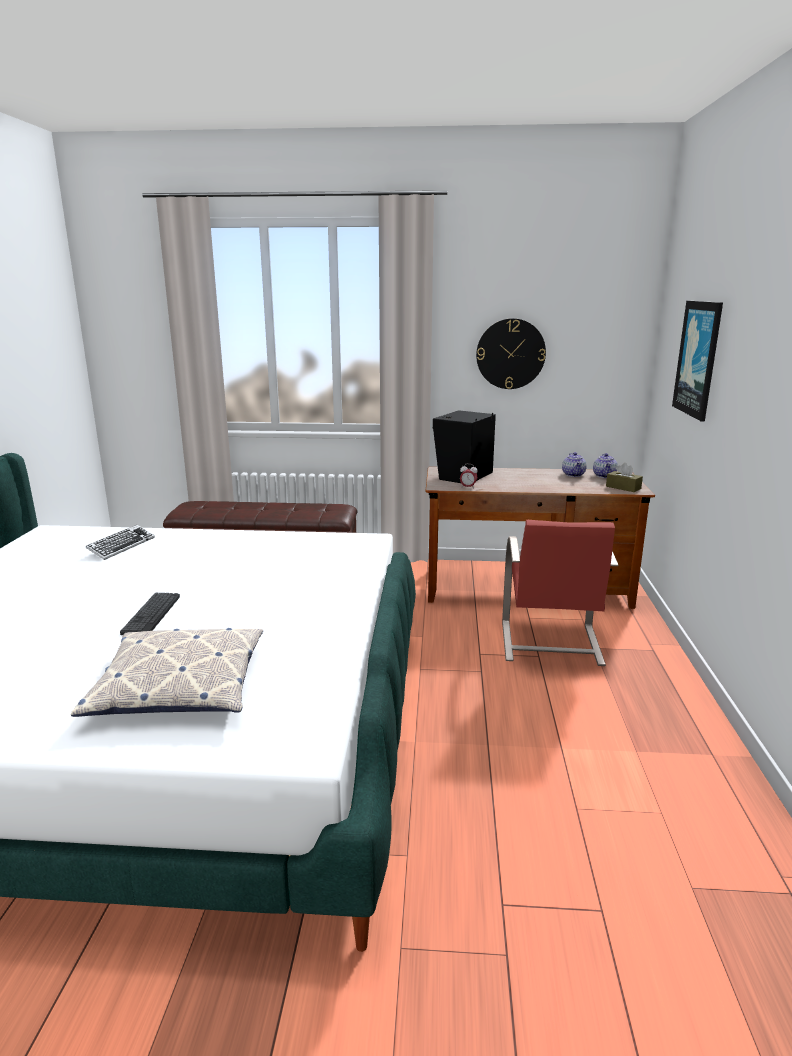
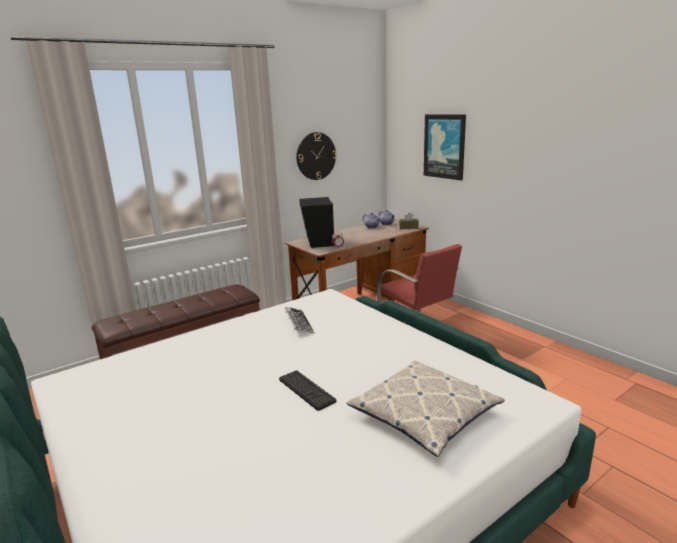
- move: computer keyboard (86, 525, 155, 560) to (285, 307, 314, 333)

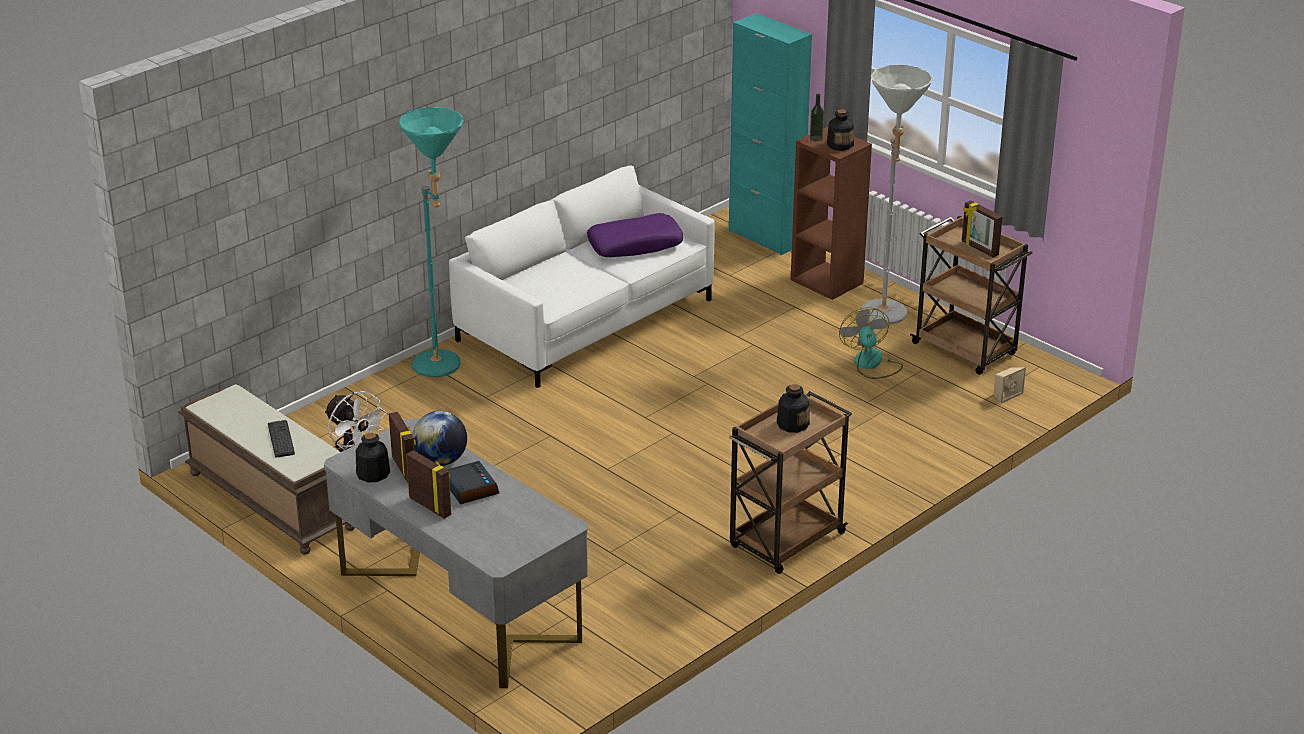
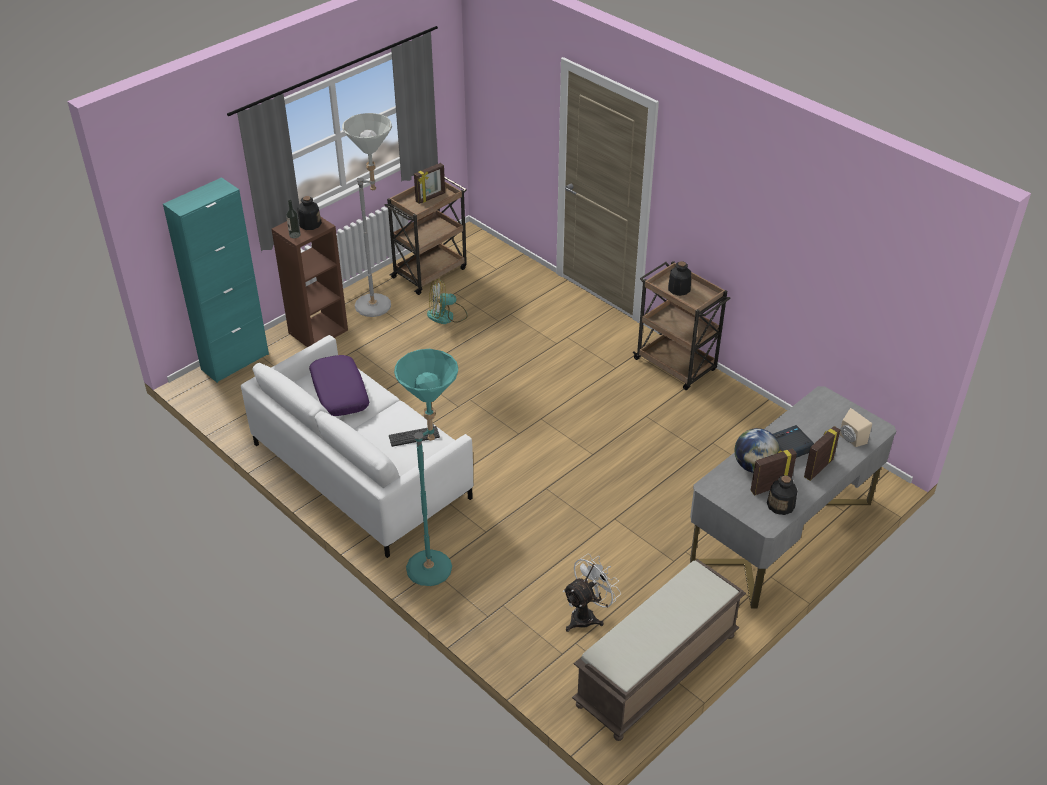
- move: computer keyboard (268, 420, 295, 458) to (389, 426, 440, 447)
- move: audio speaker (beige) (994, 368, 1026, 403) to (840, 408, 872, 447)

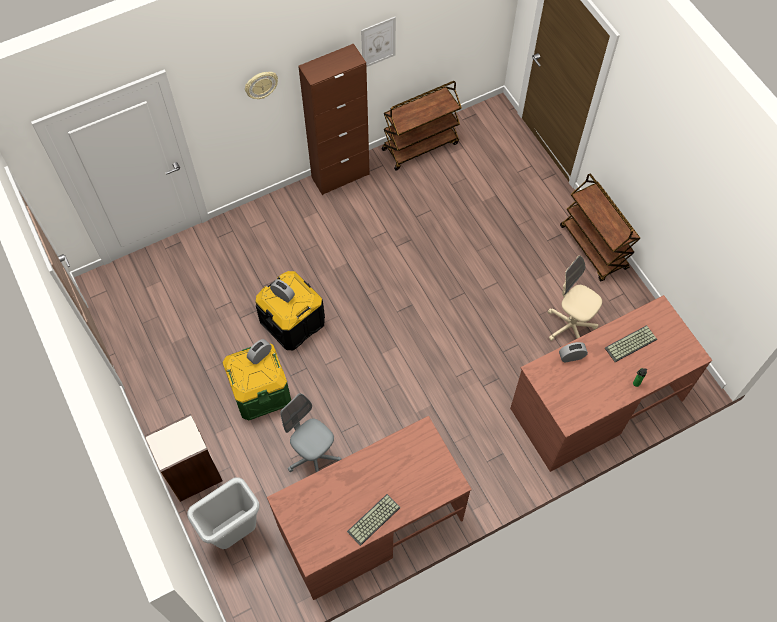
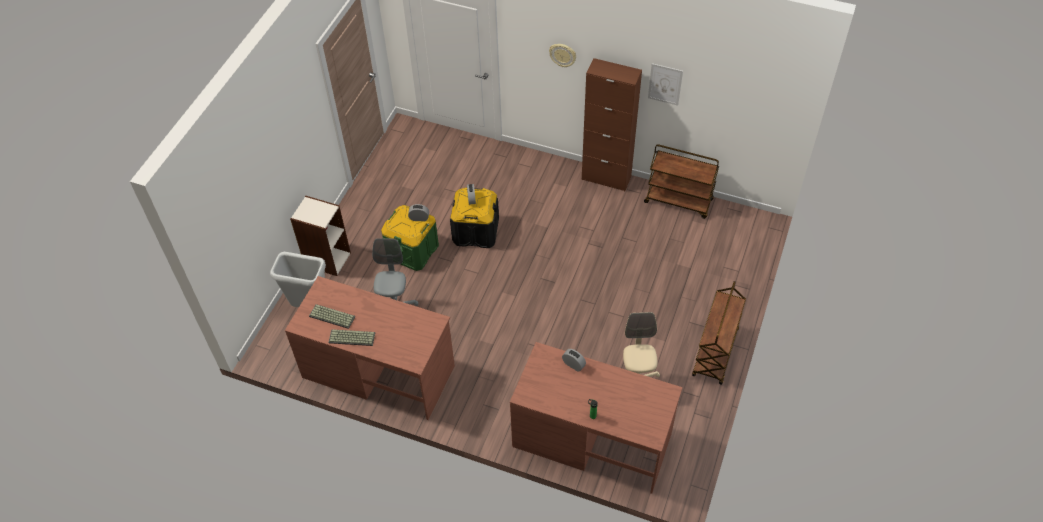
- move: computer keyboard (605, 325, 657, 362) to (309, 304, 355, 329)

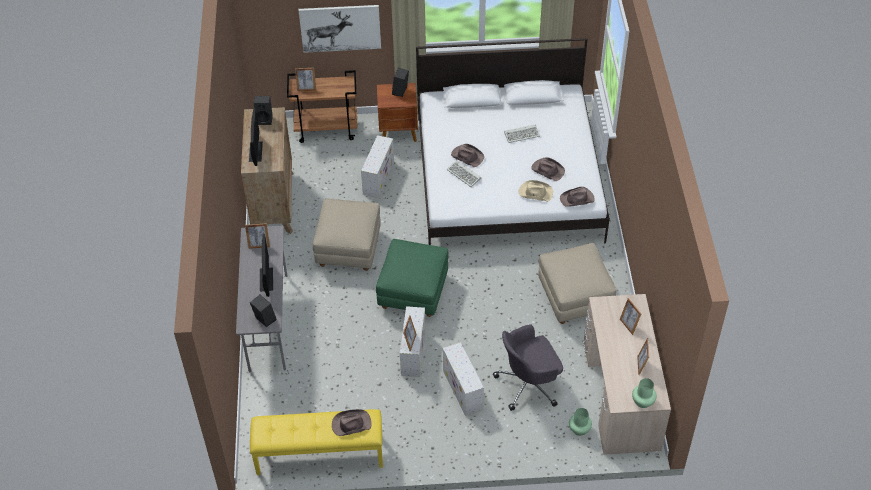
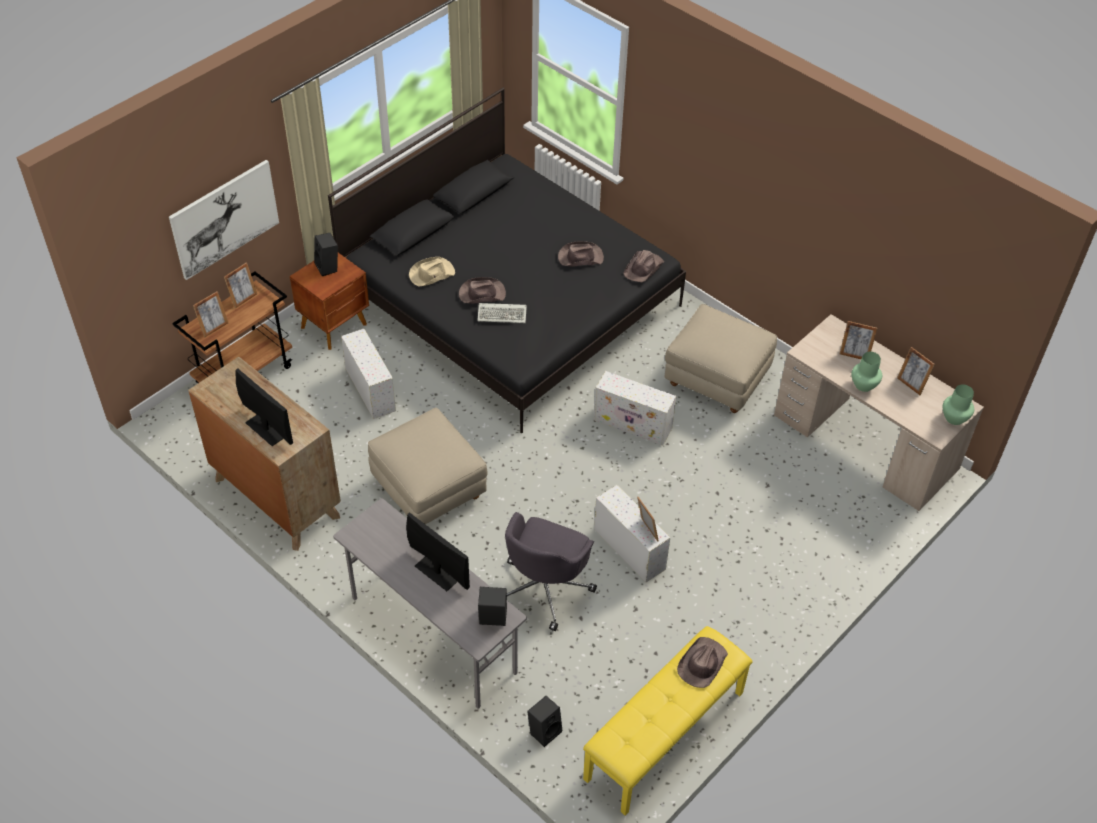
- move: photo frame (245, 223, 270, 249) to (224, 262, 257, 309)
- recolor: bed (white) (416, 38, 610, 245) to bed (black-coloured) (328, 87, 686, 433)
- move: hat (beige) (518, 180, 553, 202) to (409, 257, 455, 287)
- move: computer chair (grey) (493, 324, 563, 411) to (505, 512, 597, 631)
- move: audio speaker (black-coloured) (254, 96, 273, 125) to (527, 696, 563, 747)
- move: storage bin (white) (443, 342, 484, 416) to (593, 371, 676, 445)
- move: flower vase (green-coloured) (569, 408, 592, 436) to (852, 352, 882, 392)
- delete: ottoman (green-coloured) (376, 239, 449, 317)
- delete: computer keyboard (504, 124, 540, 143)

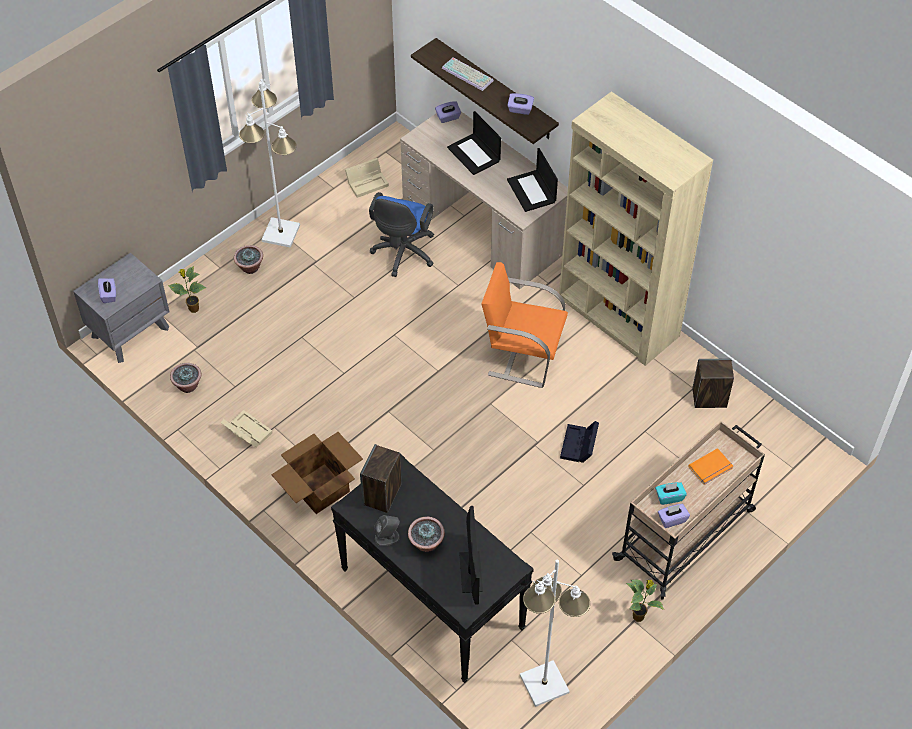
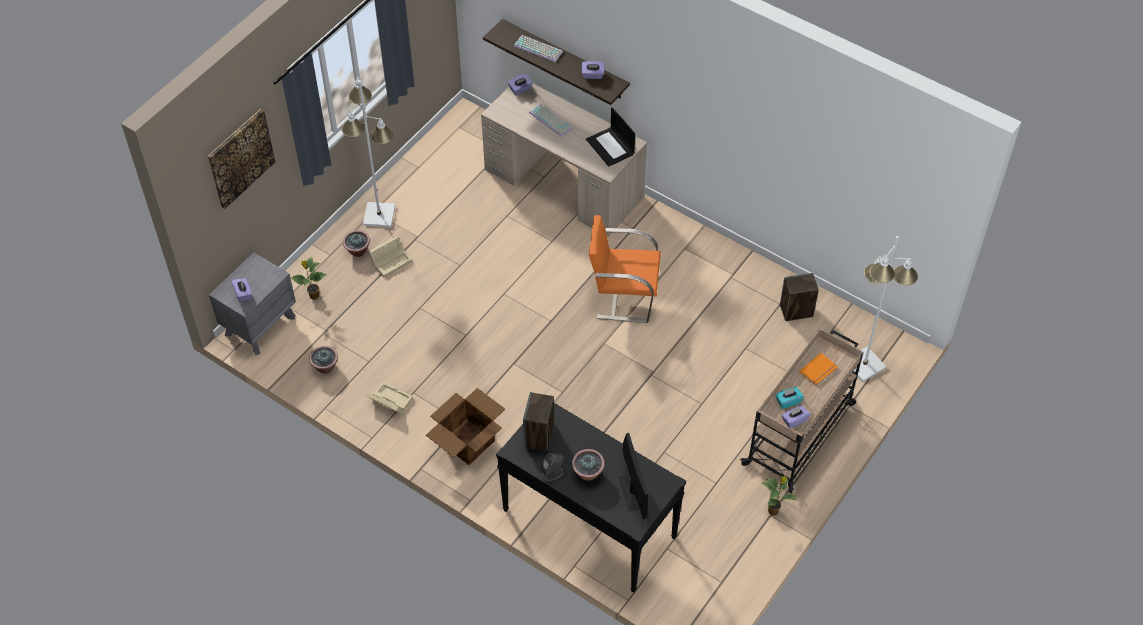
- insert: wall art (208, 109, 275, 209)
- move: storage bin (beige) (345, 158, 389, 198) to (368, 236, 413, 278)
- replace: portable computer (447, 111, 501, 175) to computer keyboard (529, 103, 573, 137)
- move: standard lamp (white) (520, 560, 590, 707) to (853, 236, 918, 382)
- delete: computer chair (blue) (369, 192, 434, 277)
- delete: bookcase (beige) (559, 91, 713, 366)
- delete: storage bin (black-coloured) (560, 421, 599, 463)

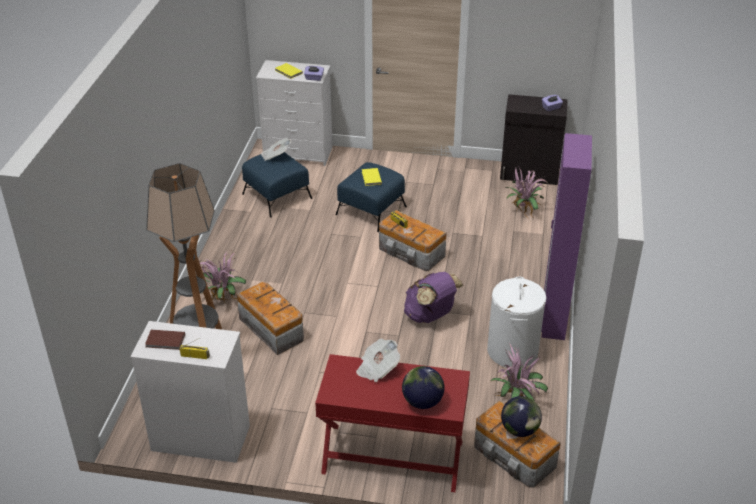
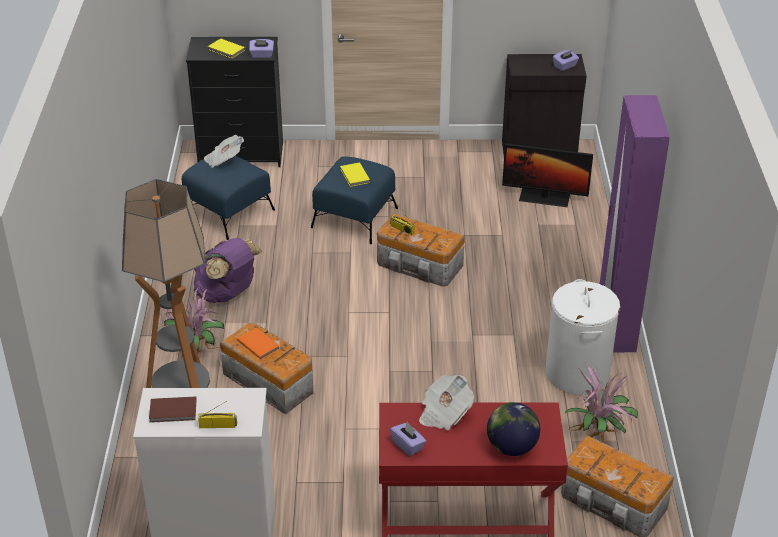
- recolor: chest of drawers (white) (256, 60, 332, 166) to chest of drawers (black-coloured) (186, 37, 283, 167)
- move: knapsack (purple) (404, 272, 464, 323) to (194, 238, 262, 303)
- insert: bound book (orange-coloured) (237, 327, 279, 359)
- insert: tissue box (purple) (390, 422, 426, 456)
- replace: potted plant (506, 168, 548, 220) to computer display (502, 143, 593, 207)
- delete: world globe (501, 396, 542, 437)

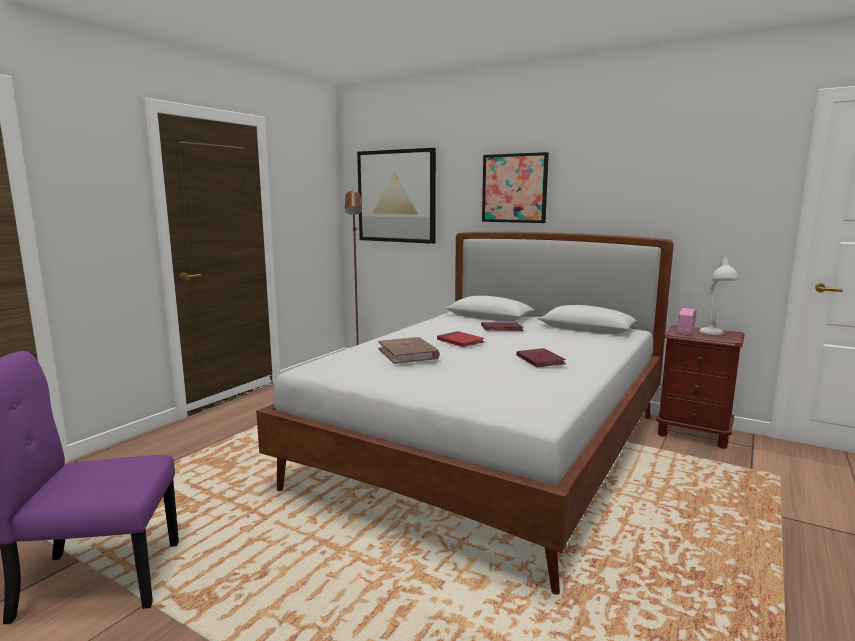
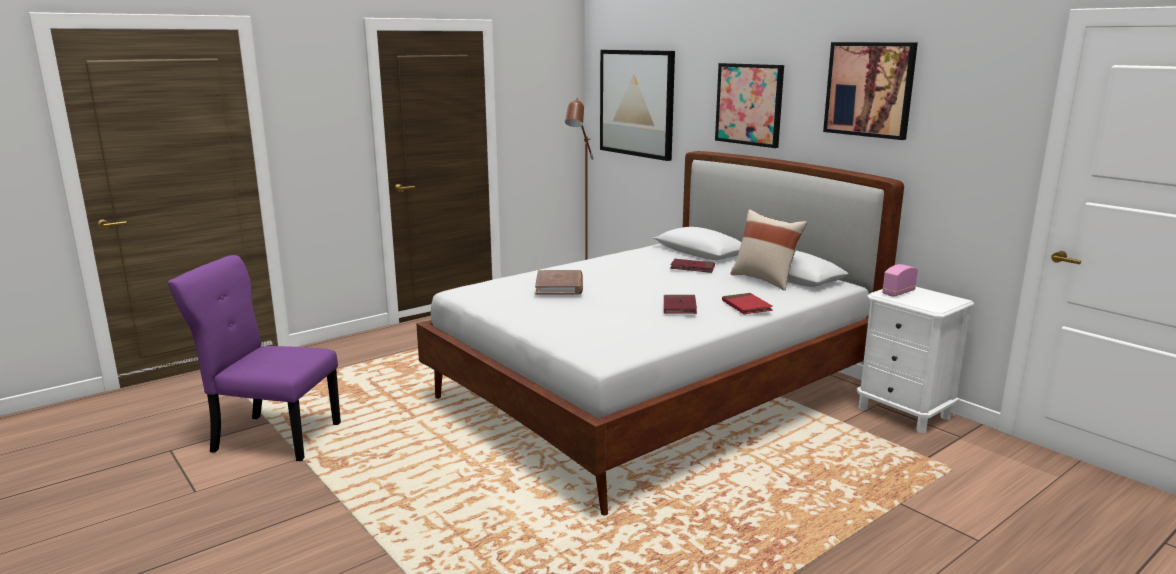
- move: bound book (reddish) (437, 331, 485, 347) to (722, 293, 773, 314)
- insert: pillow (beige) (730, 209, 807, 291)
- insert: wall art (823, 42, 918, 140)
- recolor: night table (brown-coloured) (656, 325, 745, 449) to night table (white) (857, 287, 974, 433)
- delete: lamp for a table (white) (699, 255, 739, 335)

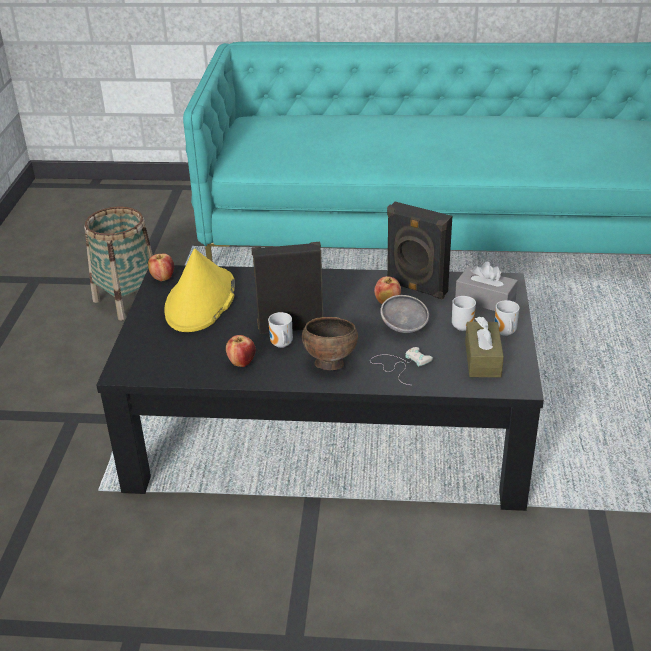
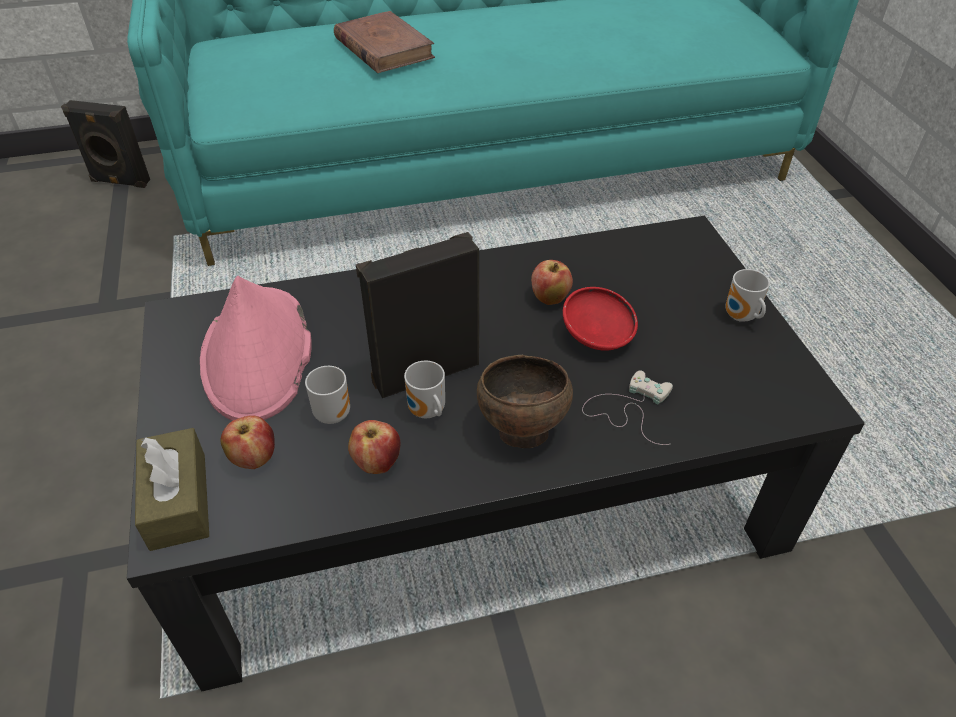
- move: audio speaker (black-coloured) (387, 202, 452, 299) to (61, 100, 150, 188)
- move: tissue box (brown-coloured) (465, 317, 504, 377) to (135, 428, 209, 551)
- recolor: hat (yellow-coloured) (164, 248, 235, 332) to hat (pinkish) (200, 276, 312, 421)
- move: apple (148, 253, 174, 281) to (220, 415, 275, 469)
- move: tea mug (452, 296, 476, 331) to (305, 366, 350, 424)
- insert: bound book (brown-coloured) (334, 11, 435, 73)
- recolor: bowl (grey) (380, 295, 429, 333) to bowl (reddish) (563, 287, 638, 351)
- delete: household basket (84, 206, 153, 321)
- delete: tissue box (grey) (455, 262, 518, 311)

